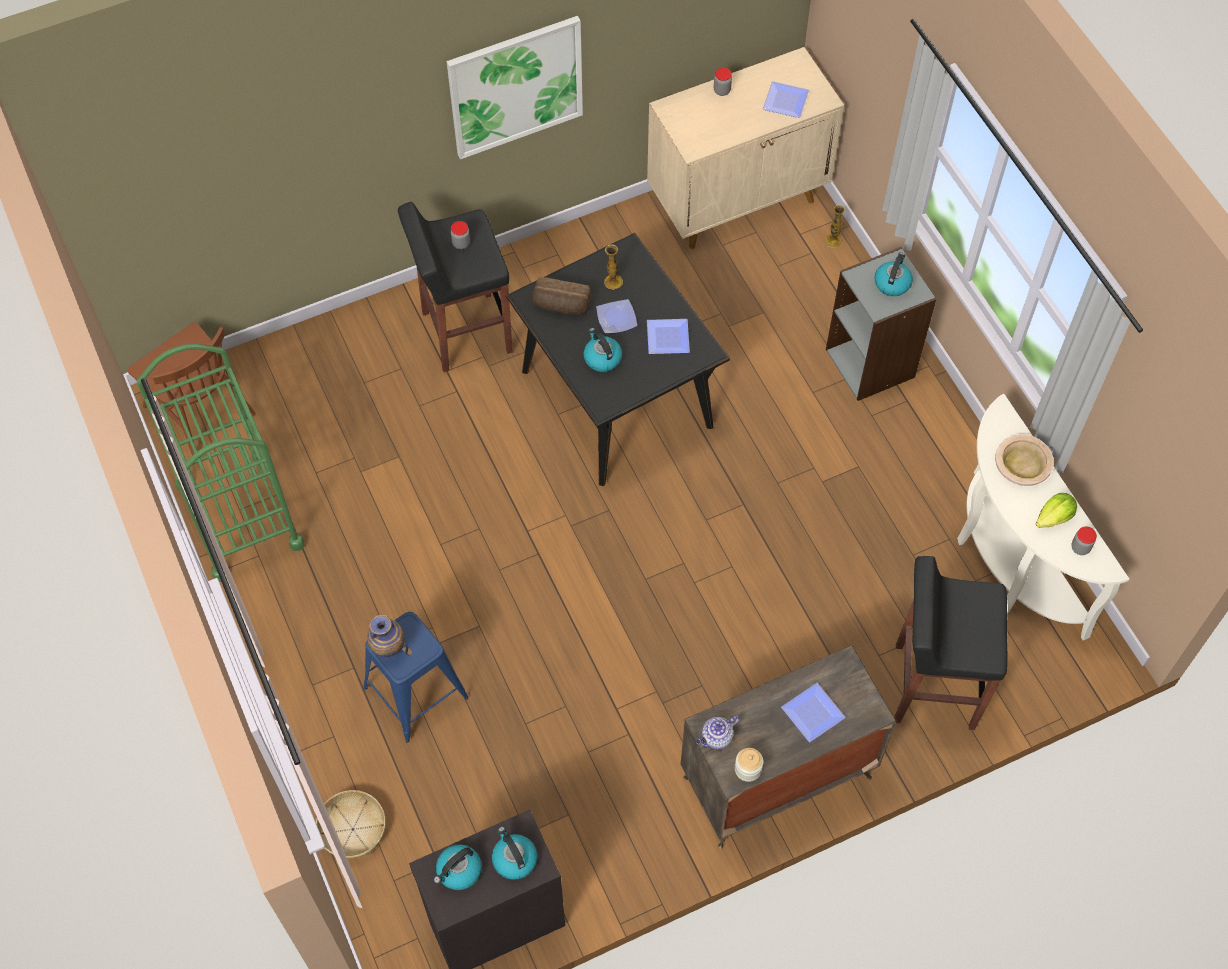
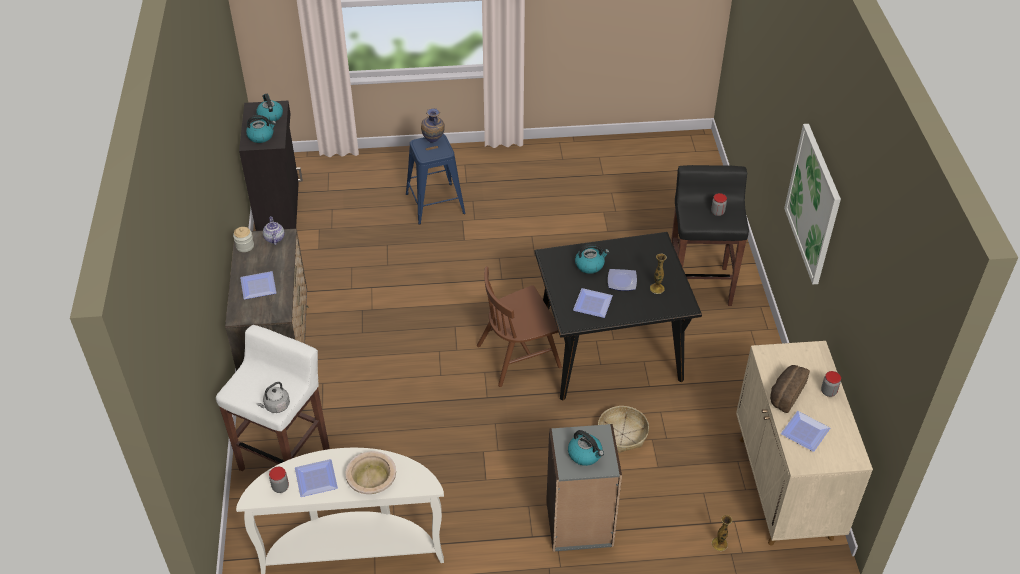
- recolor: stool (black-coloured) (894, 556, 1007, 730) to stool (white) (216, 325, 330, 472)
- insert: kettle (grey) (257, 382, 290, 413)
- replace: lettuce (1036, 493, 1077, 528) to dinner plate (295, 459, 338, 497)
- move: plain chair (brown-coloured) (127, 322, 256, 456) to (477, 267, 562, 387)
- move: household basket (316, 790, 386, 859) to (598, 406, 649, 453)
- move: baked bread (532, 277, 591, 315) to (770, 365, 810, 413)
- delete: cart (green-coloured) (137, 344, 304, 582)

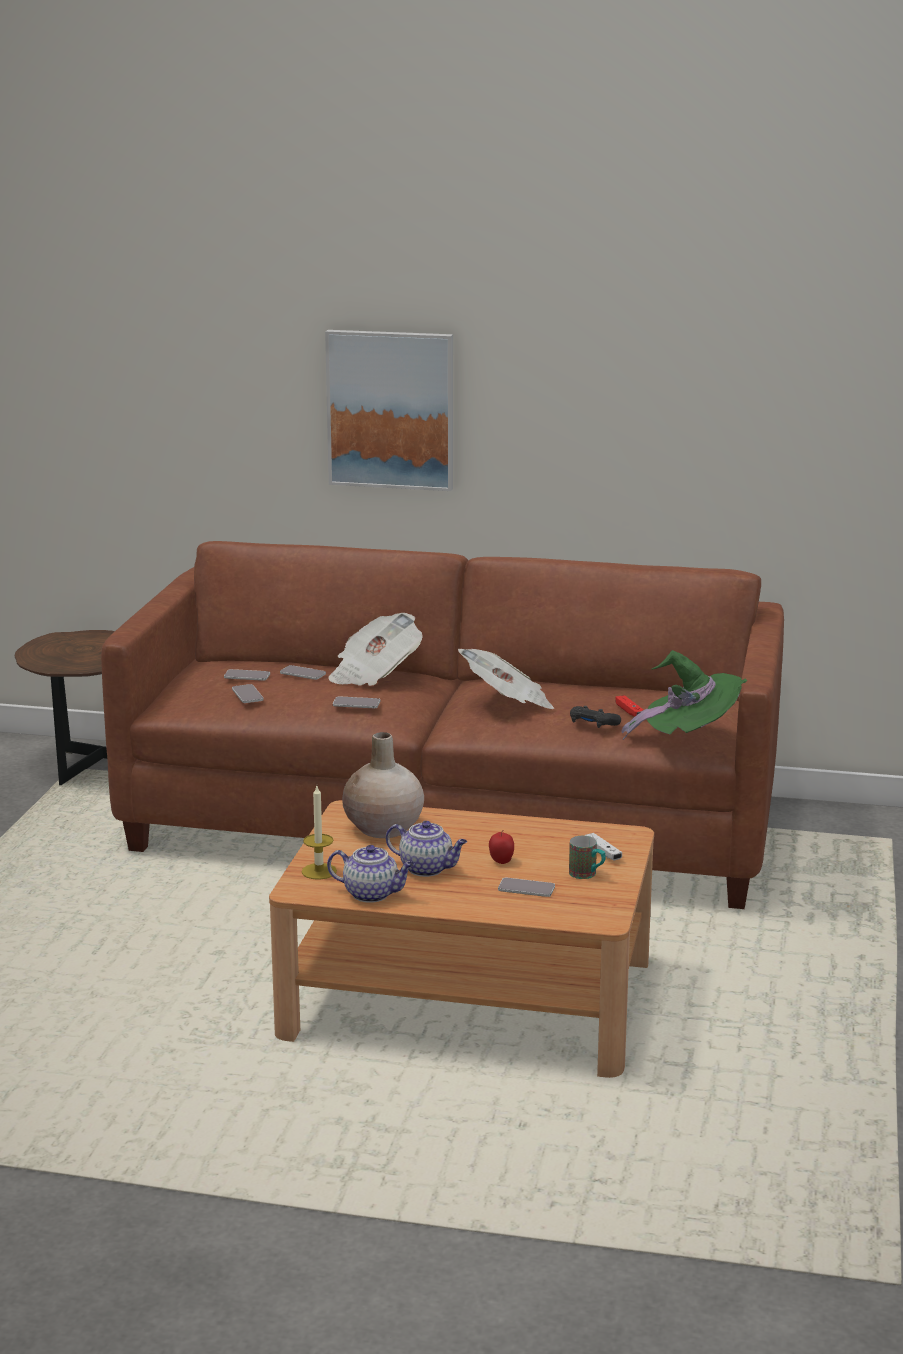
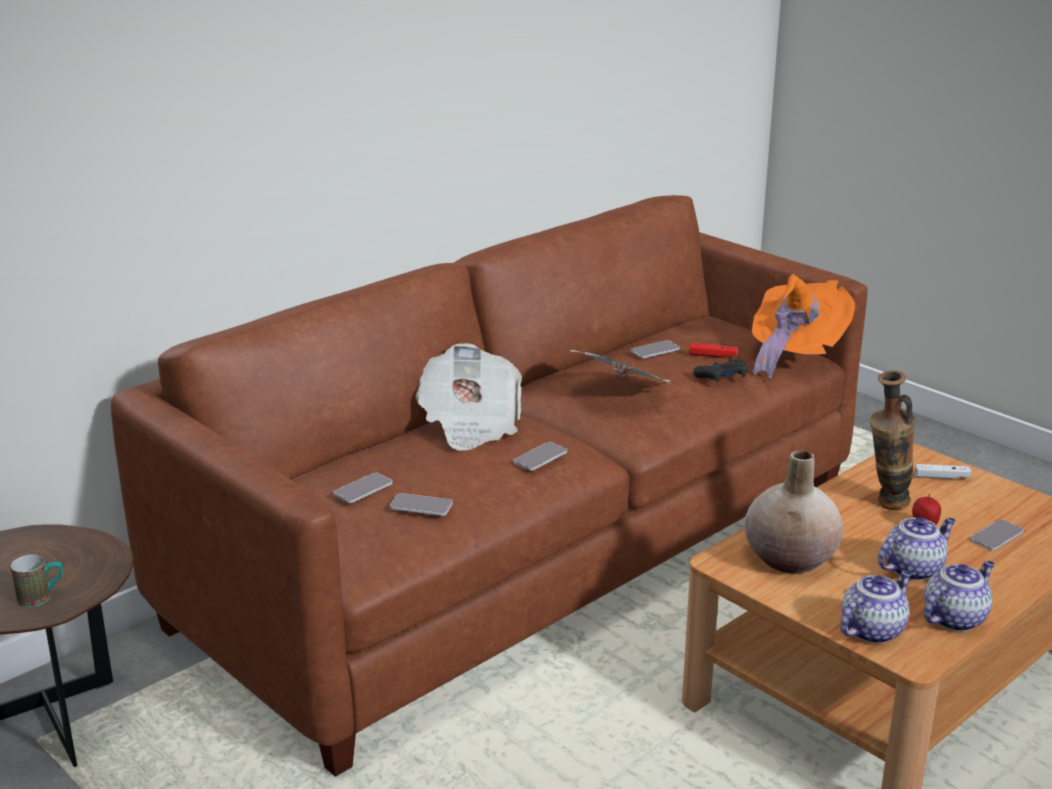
- move: tea mug (569, 836, 606, 879) to (11, 554, 63, 607)
- move: telephone (280, 665, 326, 680) to (631, 340, 680, 358)
- recolor: hat (green-coloured) (621, 650, 748, 740) to hat (orange-coloured) (751, 274, 855, 380)
- replace: wax candle (302, 786, 337, 880) to pot for tea (840, 571, 912, 644)
- insert: flower vase (870, 371, 916, 510)
- delete: wall art (325, 330, 453, 491)

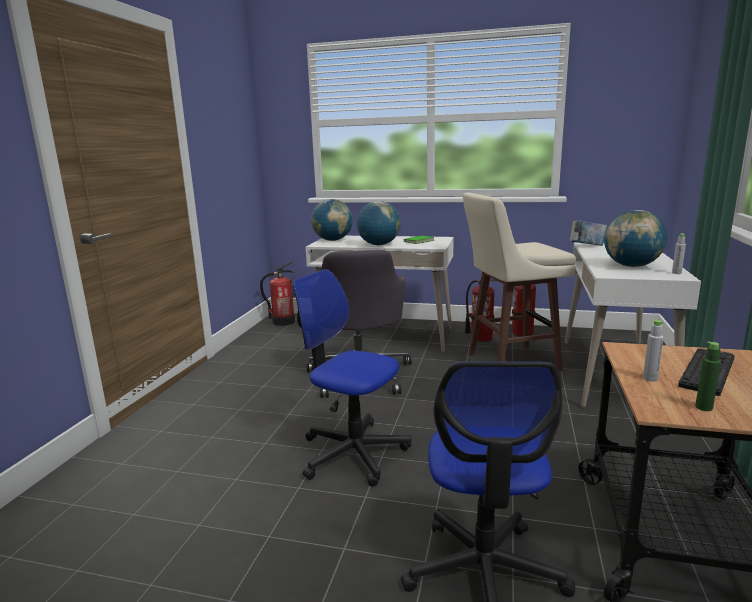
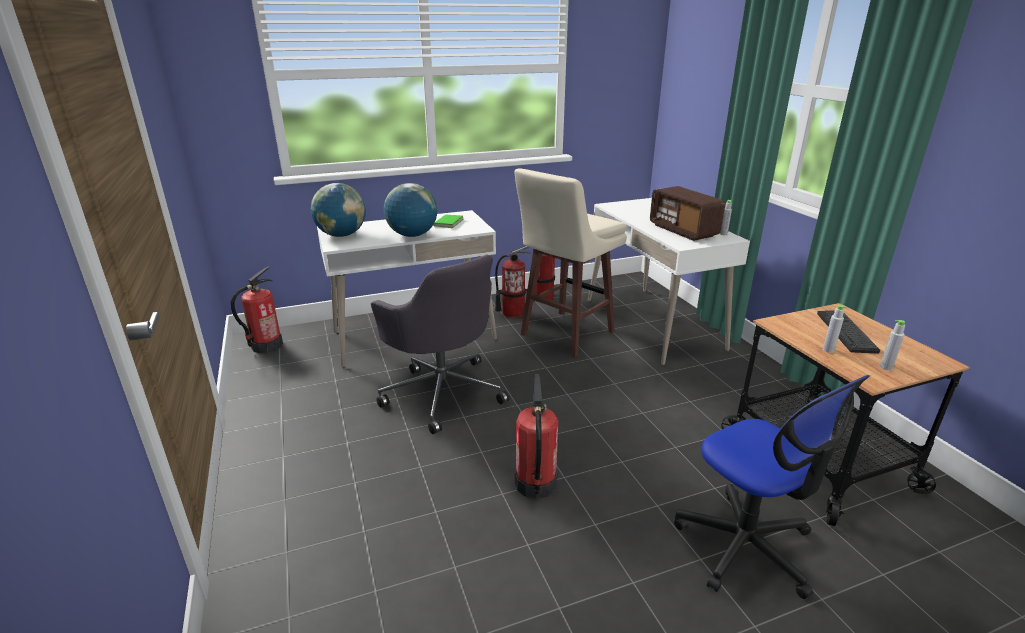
- replace: computer chair (293, 269, 412, 486) to fire extinguisher (515, 374, 558, 499)
- replace: world globe (604, 210, 667, 267) to radio set (650, 186, 725, 241)
- recolor: beverage bottle (green-coloured) (695, 341, 721, 411) to beverage bottle (grey) (880, 320, 905, 370)
- delete: bound book (570, 220, 607, 246)

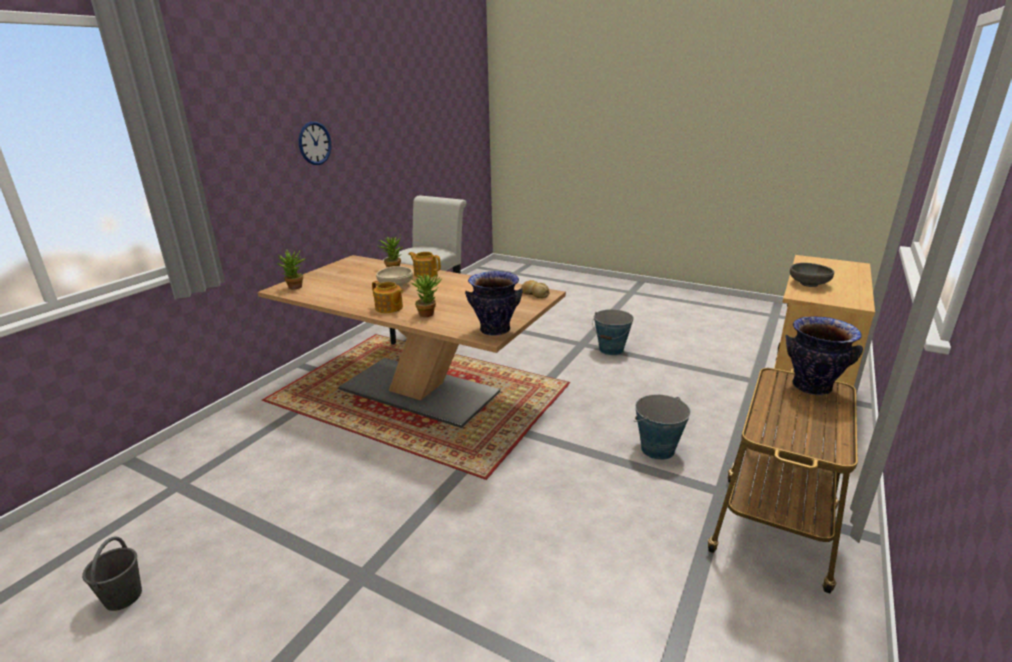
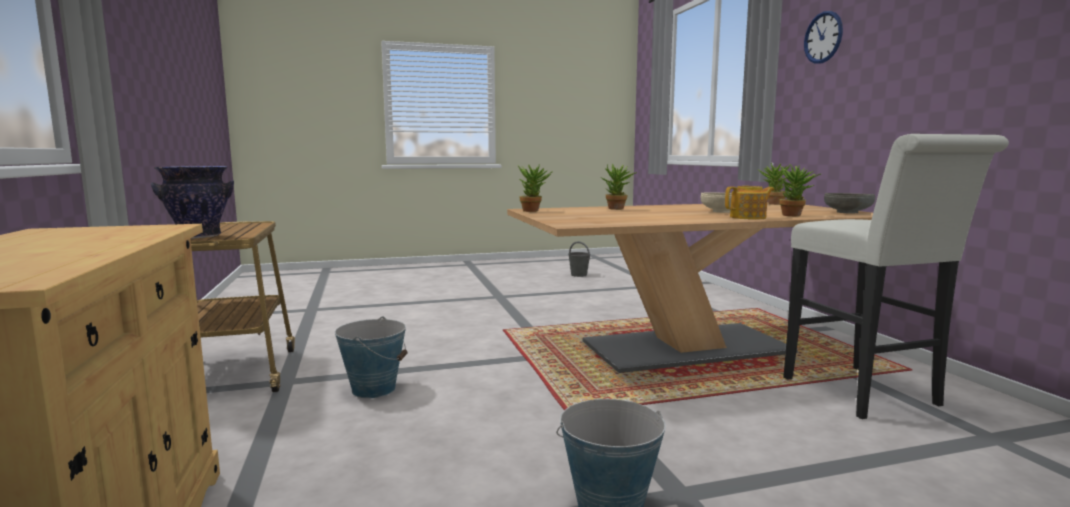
- replace: flower vase (465, 271, 522, 336) to potted plant (518, 164, 553, 212)
- move: hanging clock (299, 121, 331, 165) to (804, 11, 843, 64)
- move: bowl (grey) (790, 263, 834, 287) to (824, 193, 875, 214)
- delete: pot for tea (372, 281, 404, 313)
- delete: baked bread (521, 280, 550, 298)

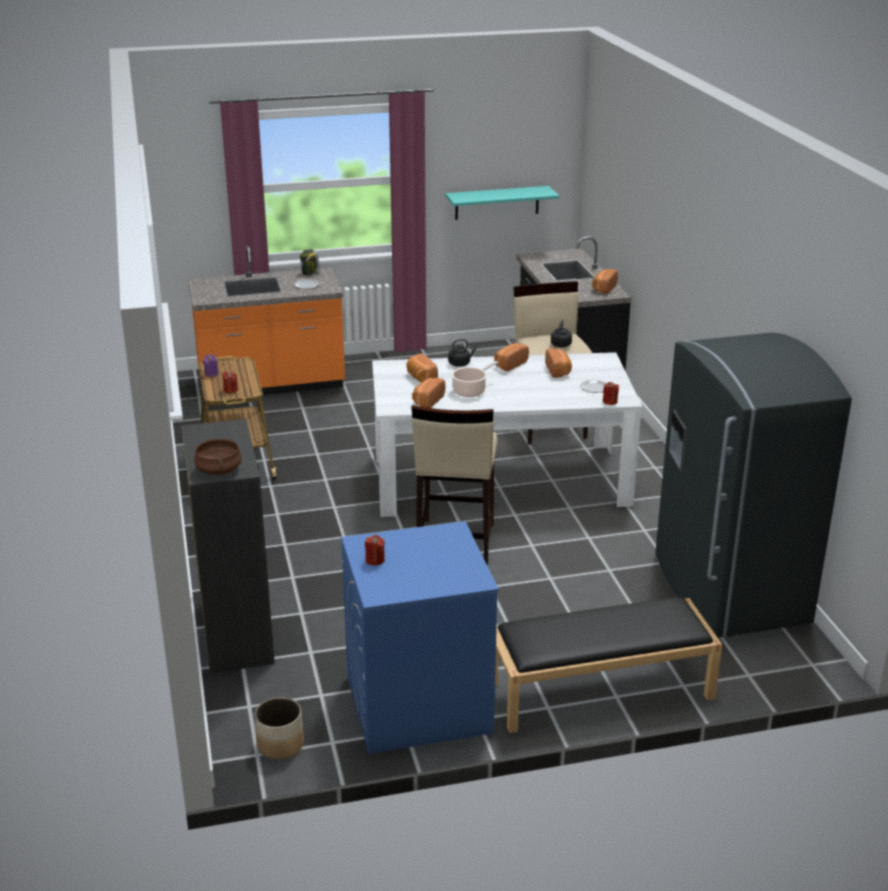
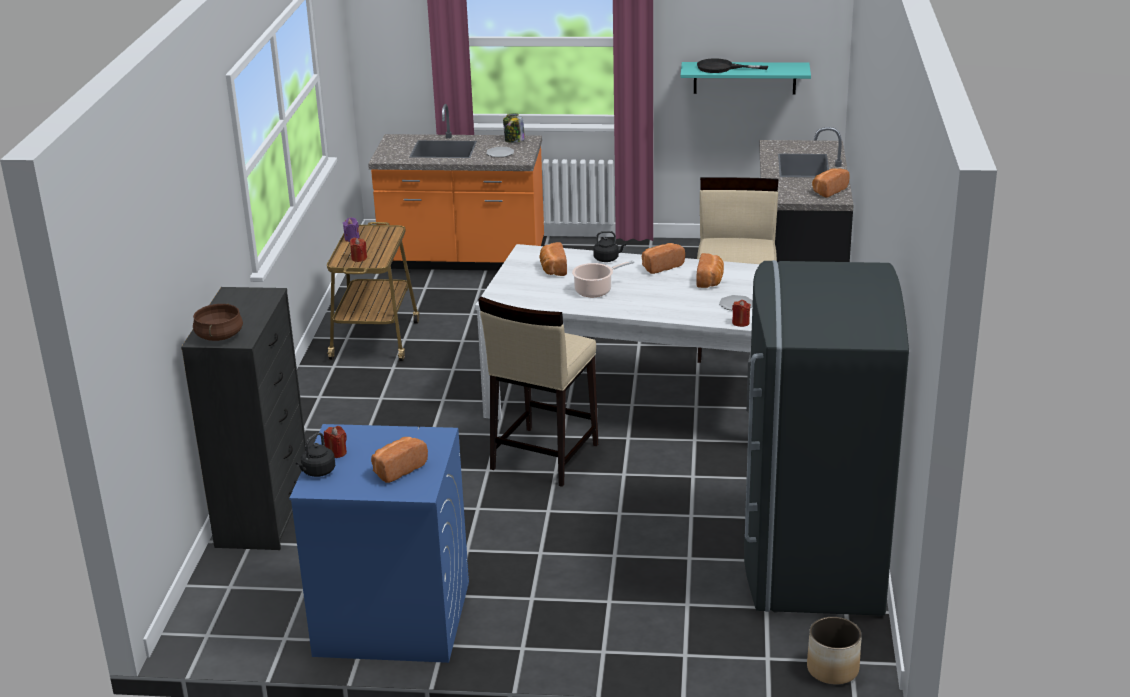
- move: kettle (black-coloured) (551, 319, 572, 347) to (296, 432, 335, 477)
- move: baked bread (412, 378, 445, 408) to (371, 437, 428, 483)
- insert: pan (black-coloured) (697, 59, 768, 73)
- move: planter (254, 697, 304, 759) to (807, 617, 862, 685)
- delete: bench (black-coloured) (495, 597, 722, 733)

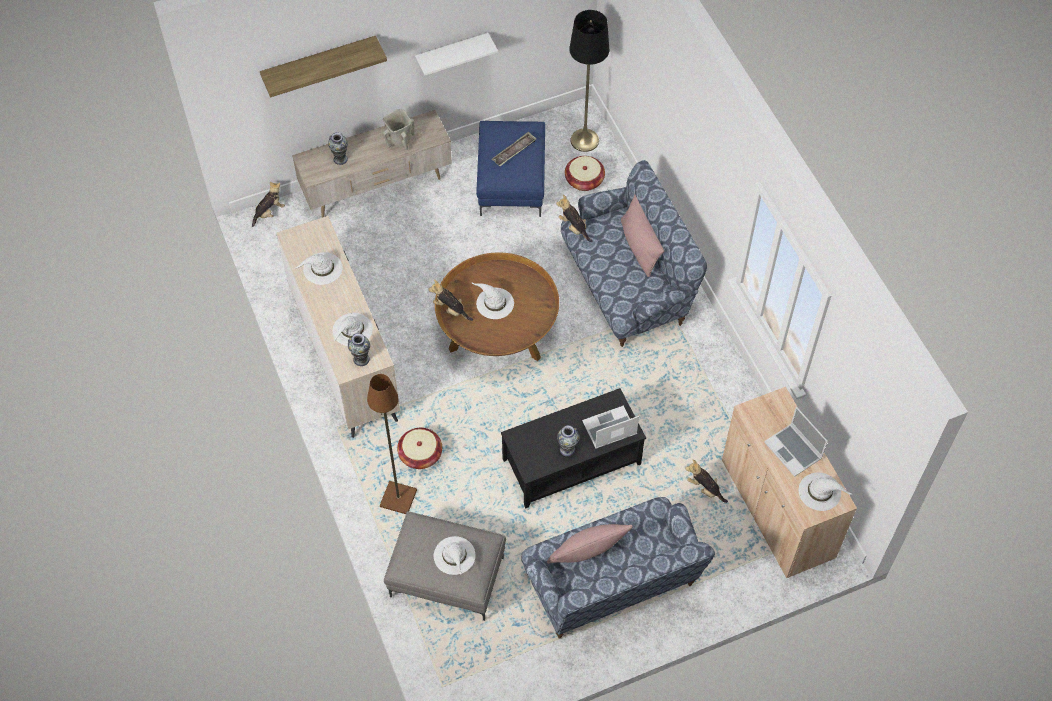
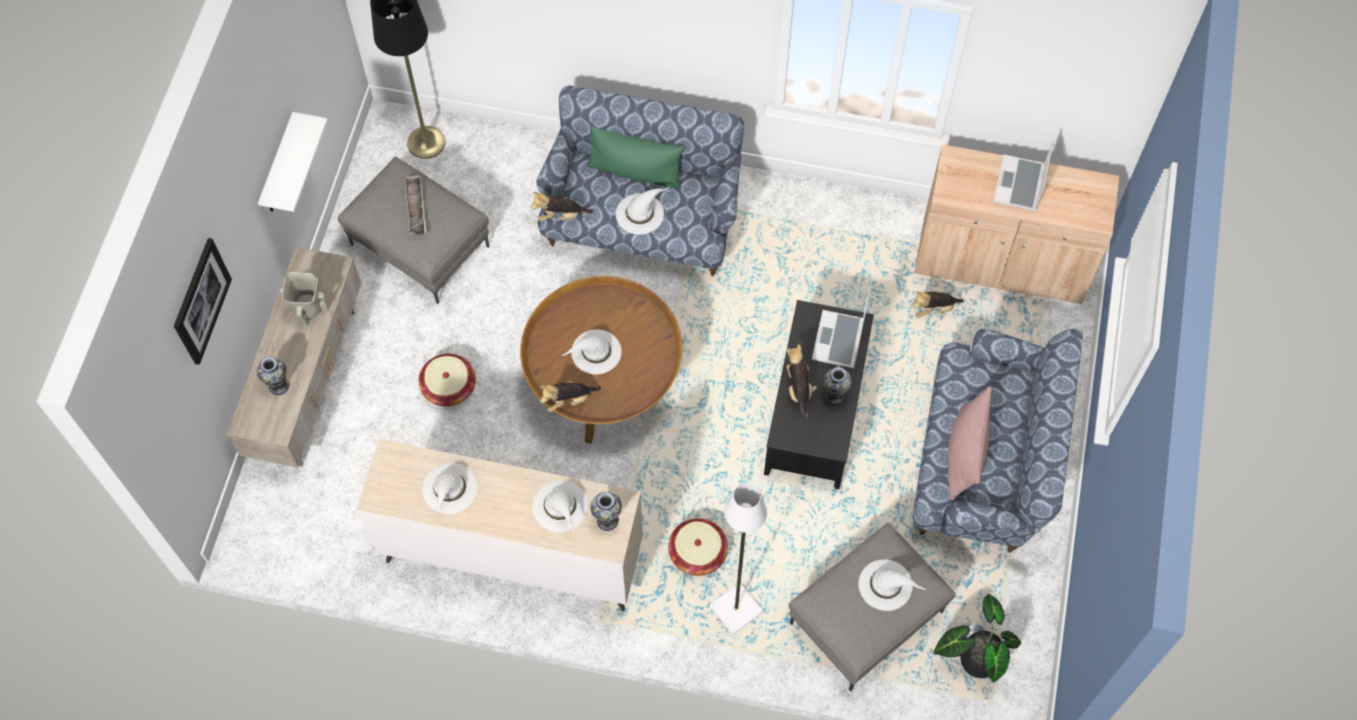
- replace: bracket shelf (260, 36, 387, 97) to wall art (174, 238, 232, 365)
- recolor: ottoman (blue) (476, 121, 545, 217) to ottoman (grey) (338, 156, 490, 304)
- move: household basket (565, 156, 605, 191) to (419, 354, 476, 407)
- recolor: pillow (pinkish) (621, 195, 664, 277) to pillow (green-coloured) (587, 127, 684, 189)
- move: hat (white) (799, 473, 853, 511) to (616, 187, 670, 235)
- recolor: standard lamp (brown-coloured) (367, 374, 417, 514) to standard lamp (white) (709, 483, 767, 635)
- move: plush toy (252, 182, 285, 227) to (786, 344, 817, 420)
- insert: potted plant (933, 594, 1021, 682)
- rotate: portable computer (764, 407, 828, 477) = (993, 140, 1054, 212) 105 degrees clockwise

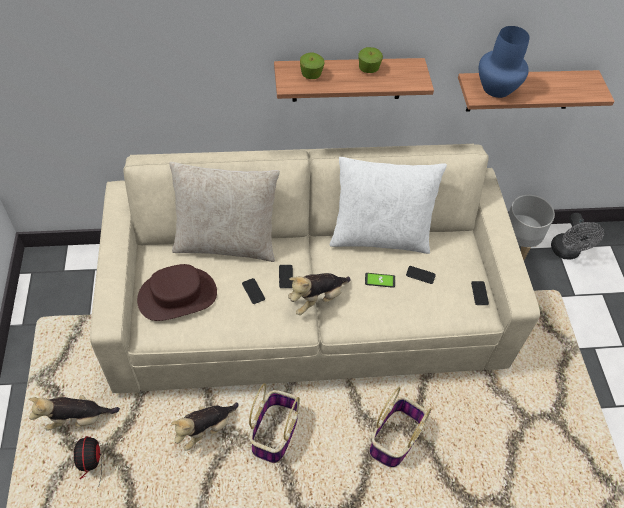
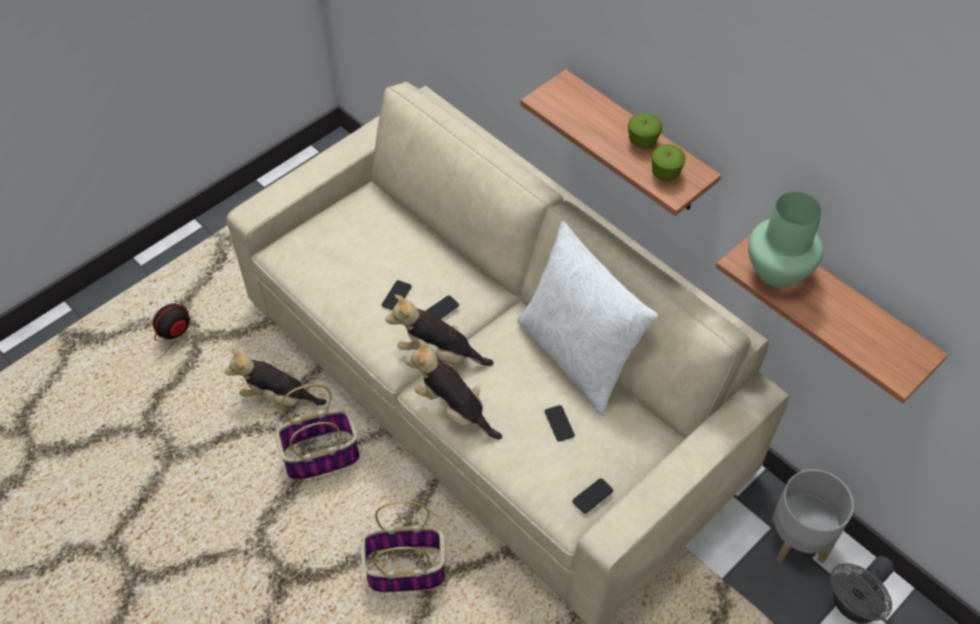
- move: plush toy (29, 395, 120, 431) to (405, 339, 502, 440)
- move: apple (300, 53, 324, 79) to (652, 144, 685, 181)
- recolor: flower vase (blue) (479, 26, 530, 98) to flower vase (green-coloured) (748, 192, 823, 288)
- delete: hat (brown-coloured) (137, 264, 217, 321)
- delete: pillow (beige) (169, 162, 280, 262)
- delete: telephone (365, 273, 395, 288)

